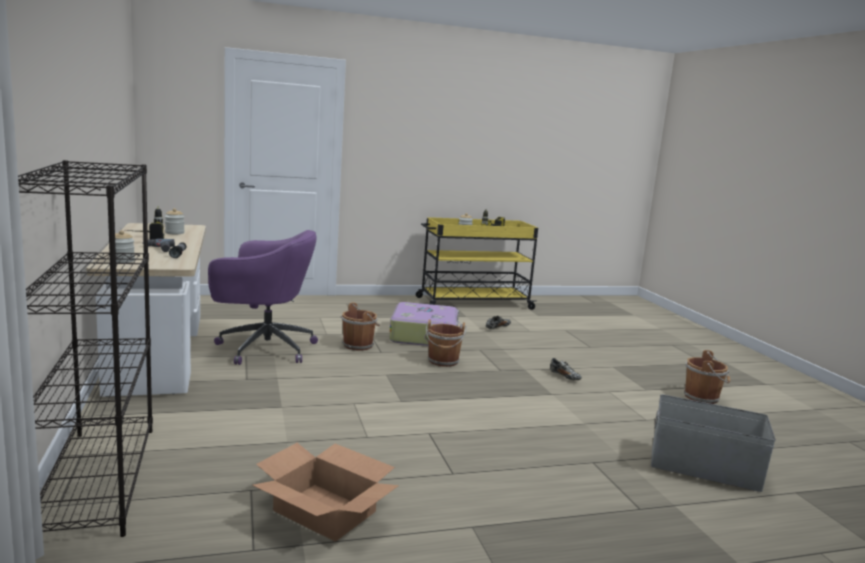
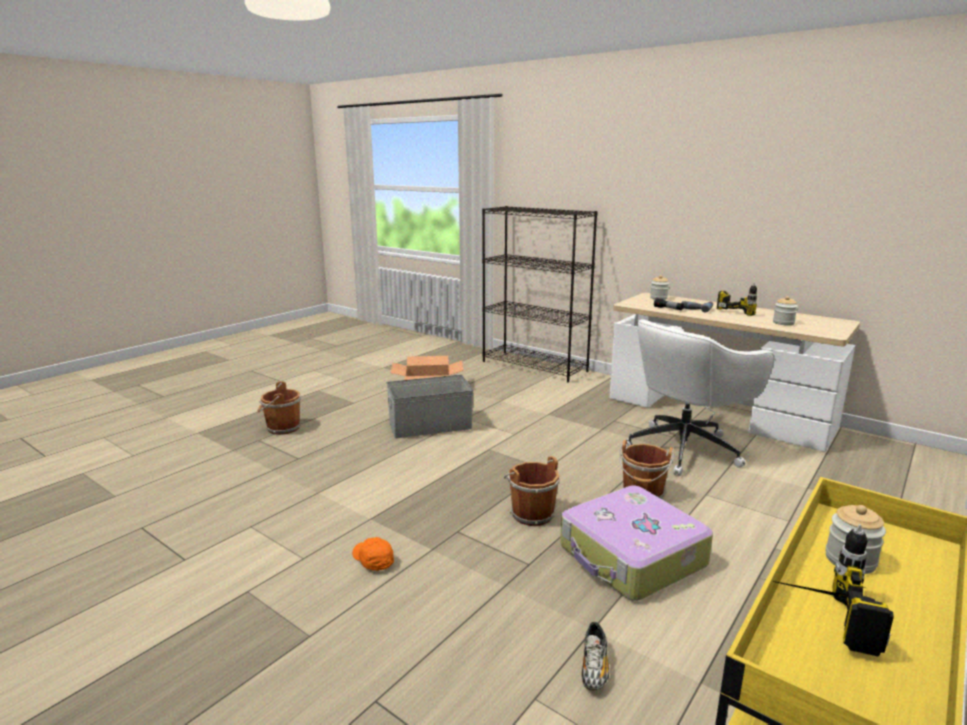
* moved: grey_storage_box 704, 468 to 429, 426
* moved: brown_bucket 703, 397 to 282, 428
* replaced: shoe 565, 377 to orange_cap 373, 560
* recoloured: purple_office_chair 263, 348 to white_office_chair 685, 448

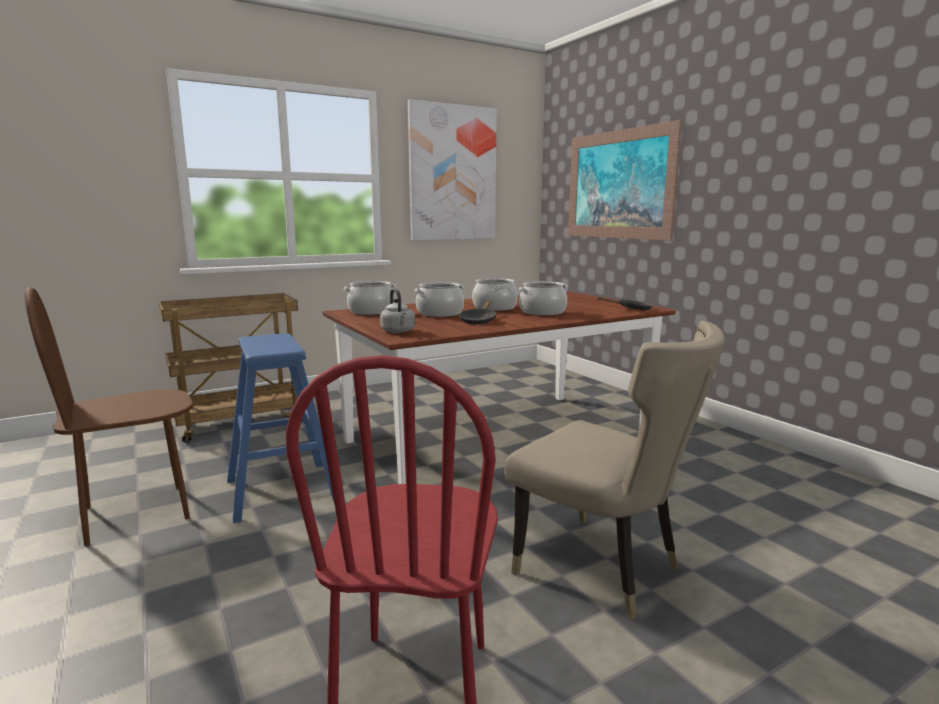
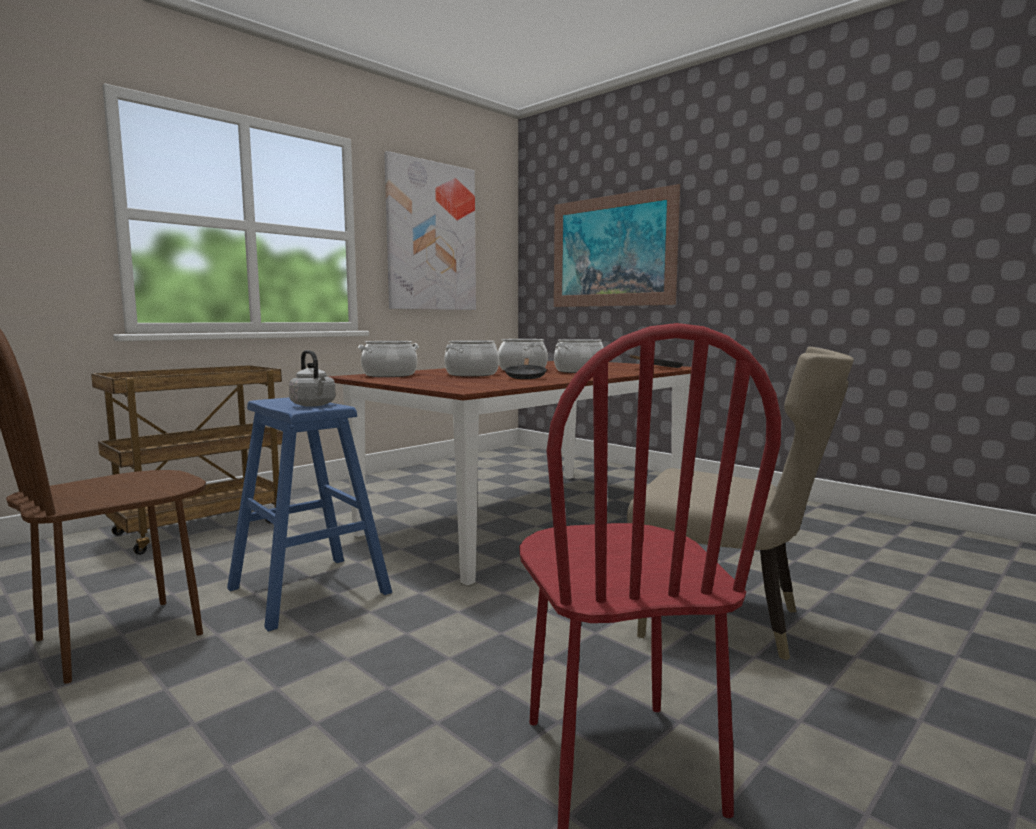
* moved: grey_kettle 398, 332 to 314, 405

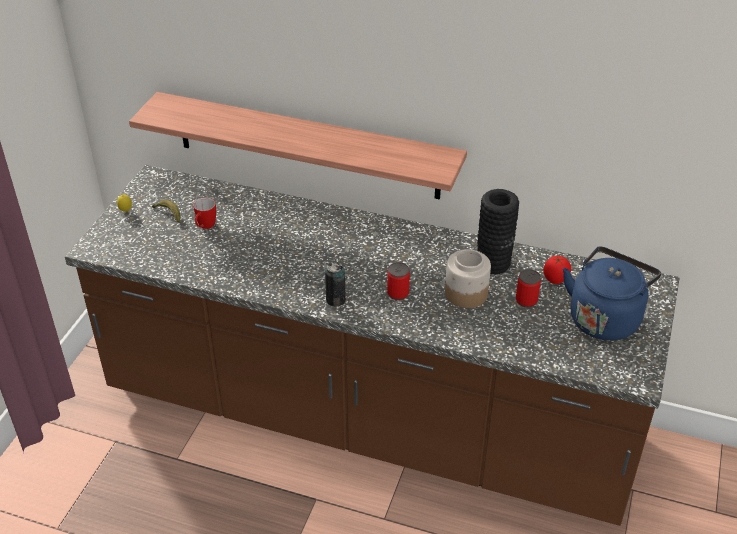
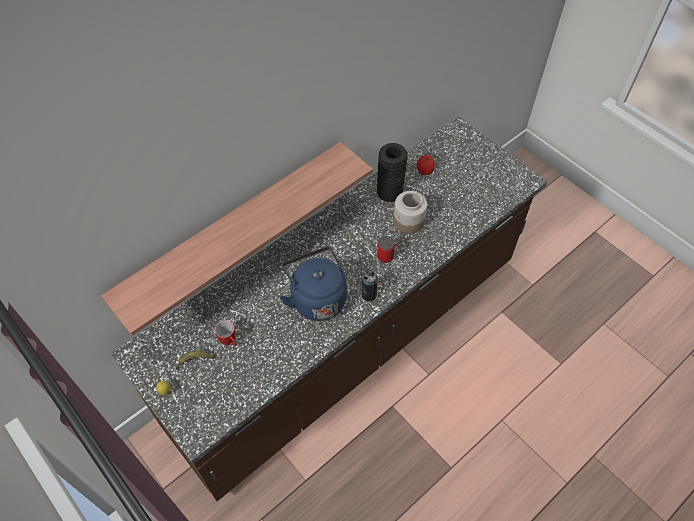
* removed: can 526, 300
* moved: blue_kettle 605, 317 to 316, 298

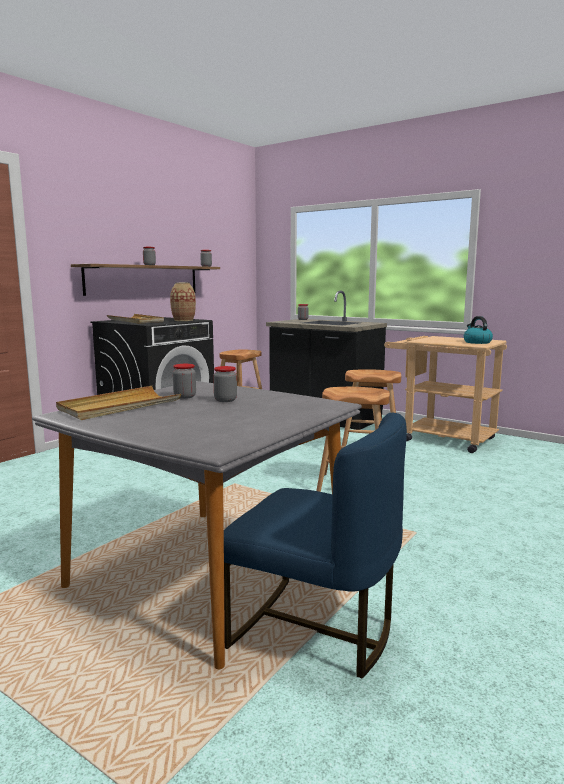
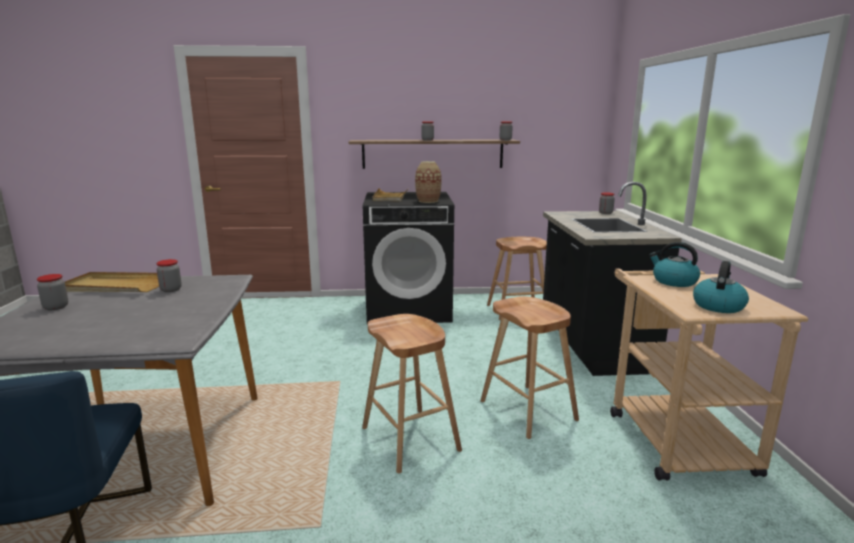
* added: kettle 673, 281
* moved: jar 225, 400 to 56, 307

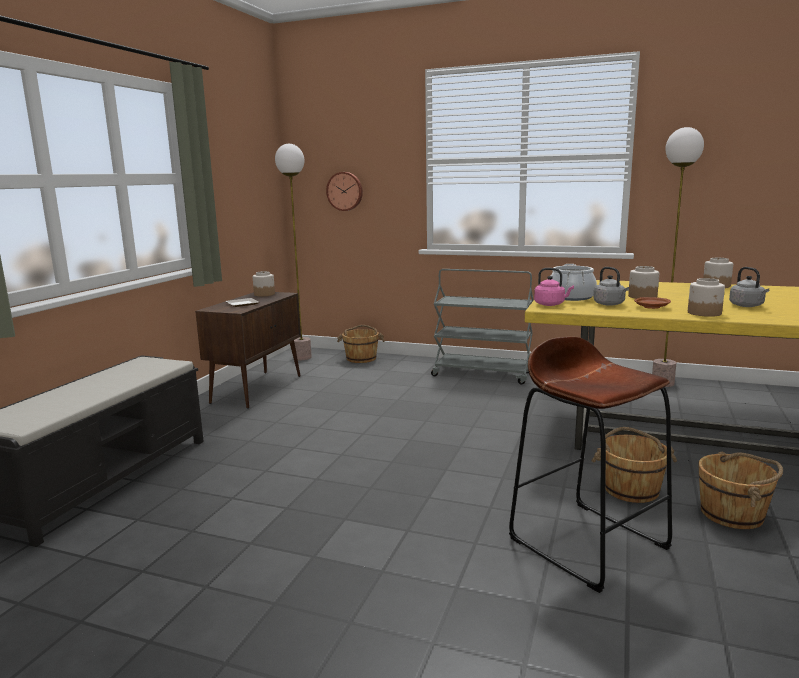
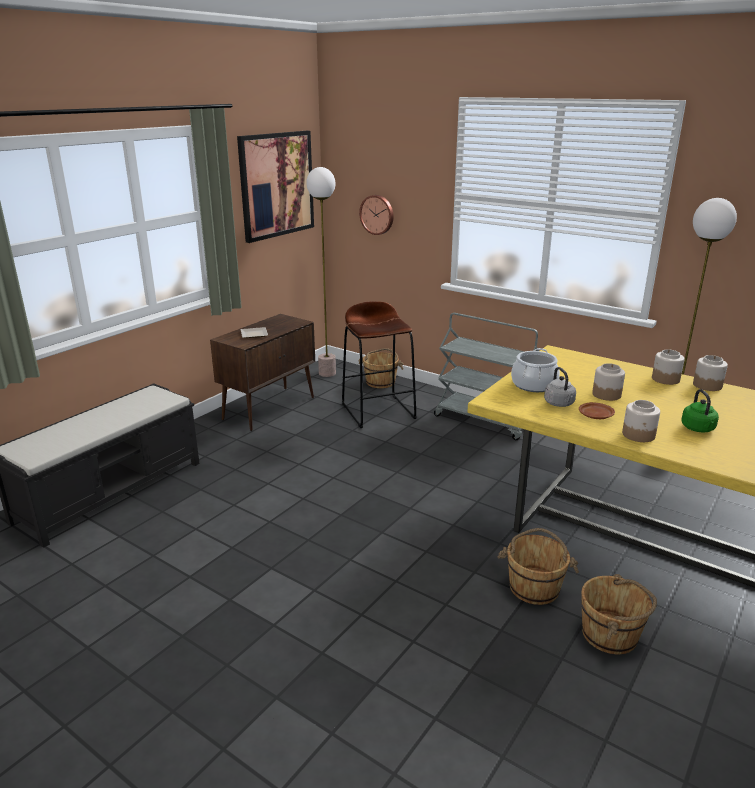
* removed: pink_kettle 551, 304
* added: picture 276, 185
* moved: jar 264, 294 to 665, 379
* moved: brown_stool 588, 543 to 378, 411
* recoloured: grey_kettle 747, 306 to green_kettle 698, 429

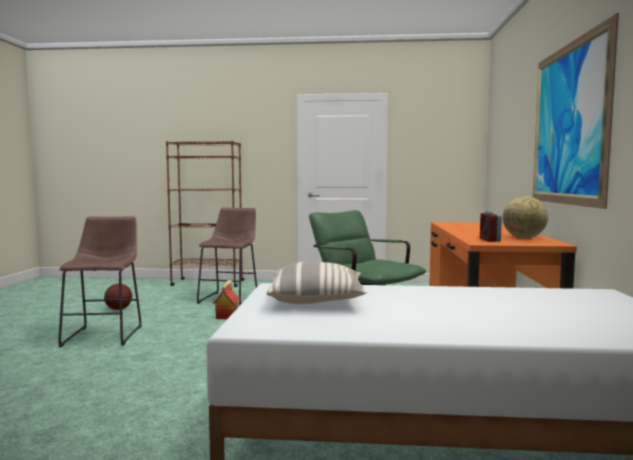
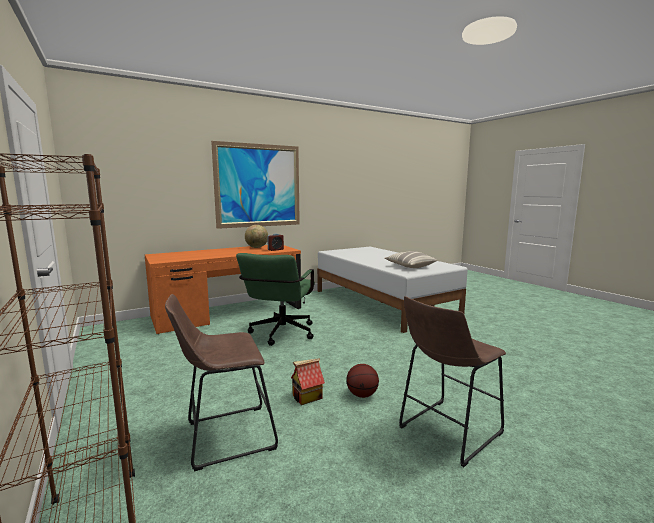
* moved: basketball 118, 309 to 362, 395

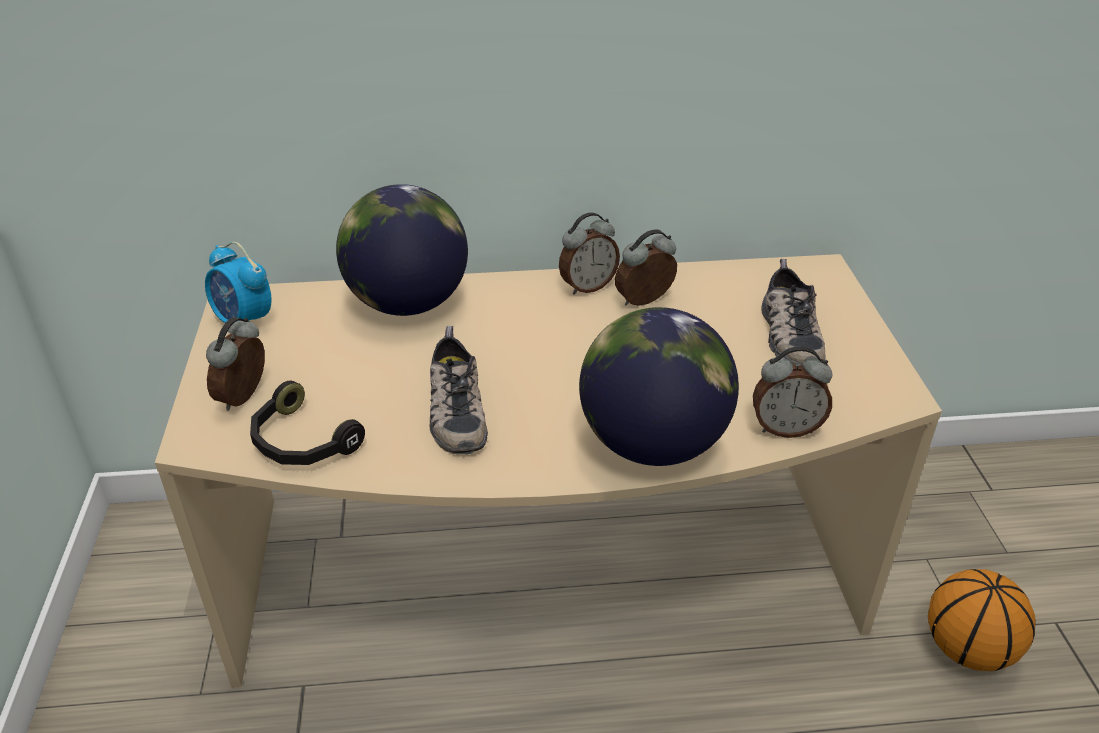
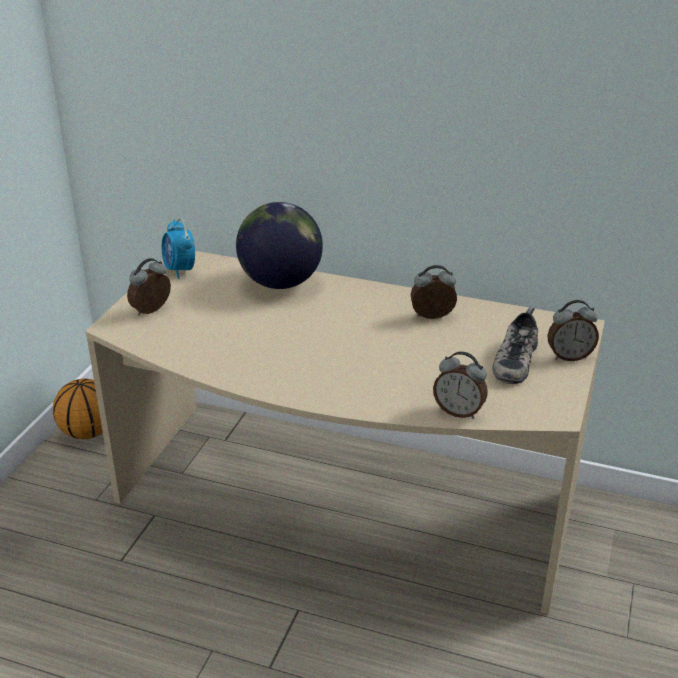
* removed: black_headphones 301, 442
* removed: shoe 454, 410
* removed: globe 652, 444
* moved: alarm_clock 587, 286 to 569, 356
* moved: basketball 969, 650 to 88, 433

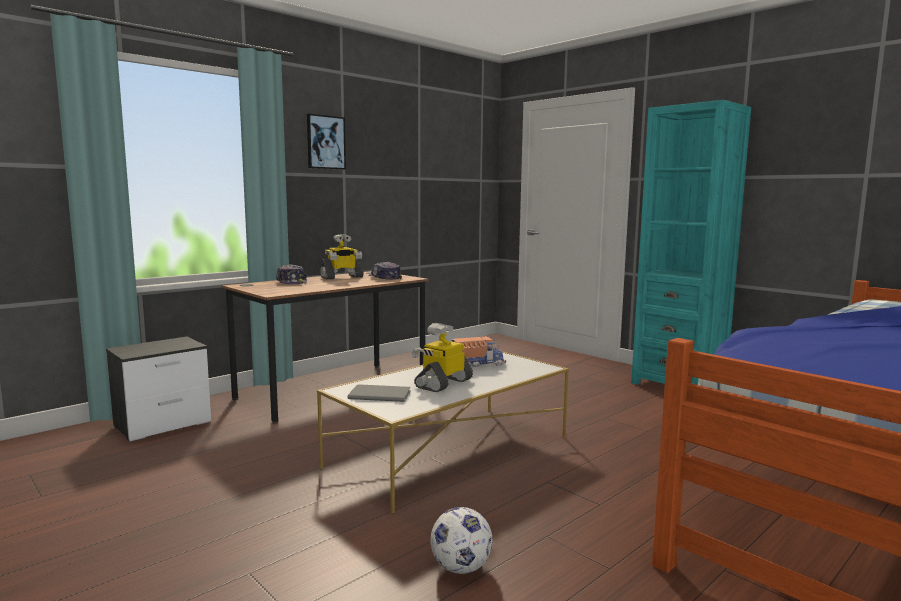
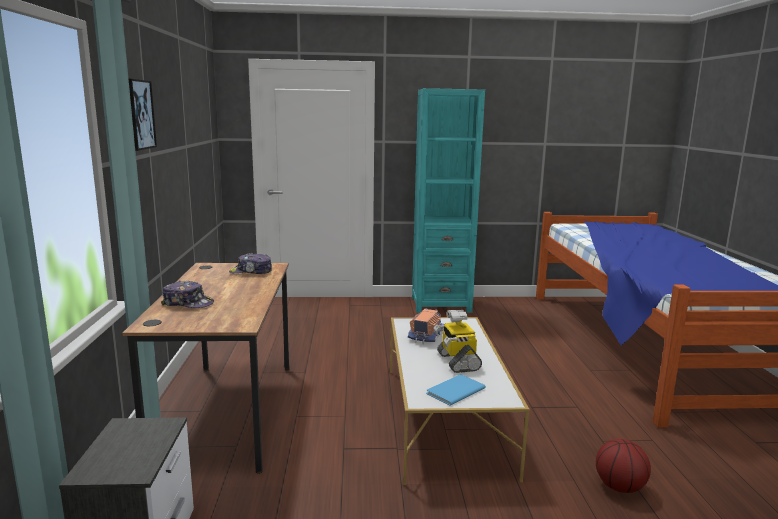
* removed: toy_robot 341, 277
* replaced: football 461, 568 to basketball 620, 487
* recoloured: grey_book 378, 394 to blue_book 453, 391

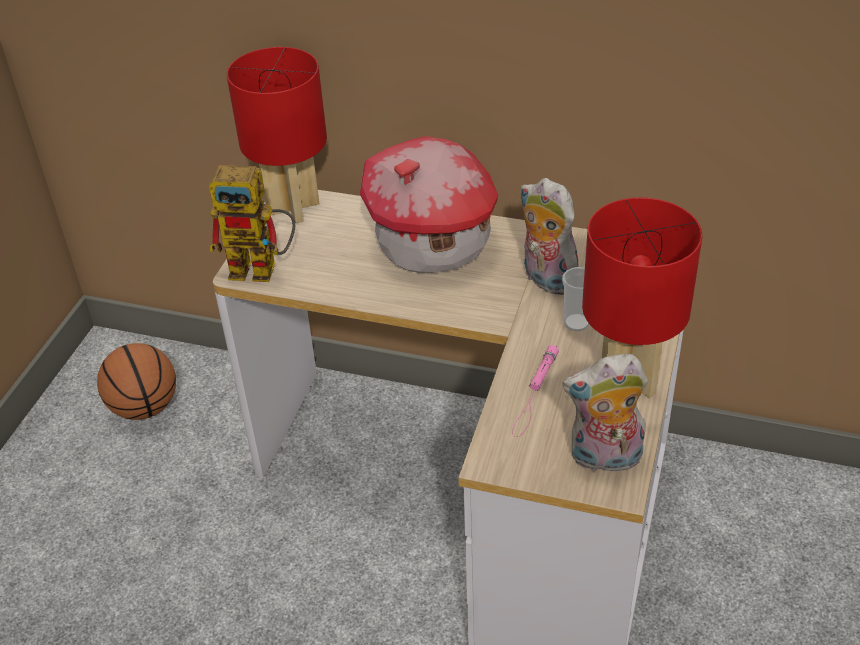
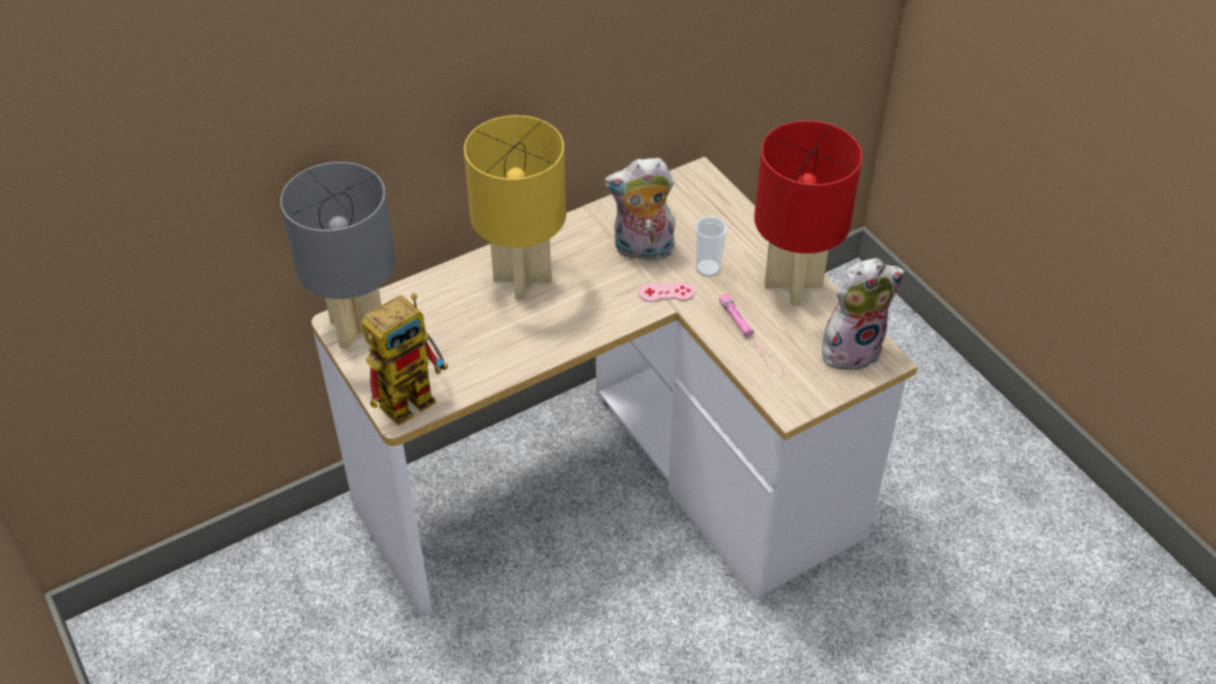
* removed: basketball 145, 407
* added: pink_game_controller 666, 292
* replaced: toy_house 433, 244 to yellow_table_lamp 523, 280
* recoloured: red_table_lamp 294, 207 to grey_table_lamp 358, 327
* turned: plush_toy 604, 459 = 851, 348 150 degrees counterclockwise

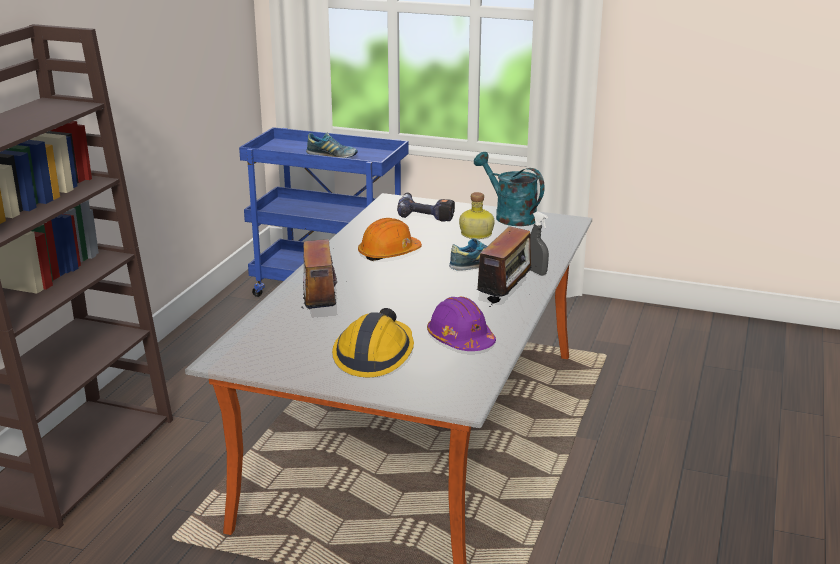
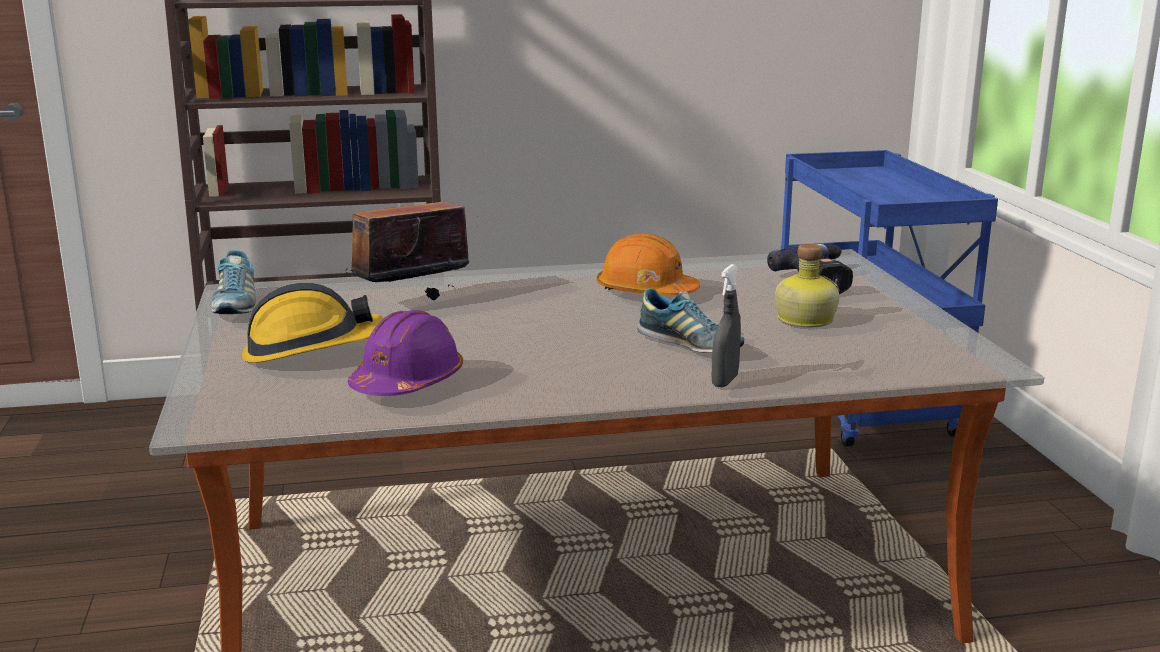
* removed: turquoise_watering_can 509, 216
* removed: radio 505, 299
* moved: shoe 332, 156 to 235, 306

